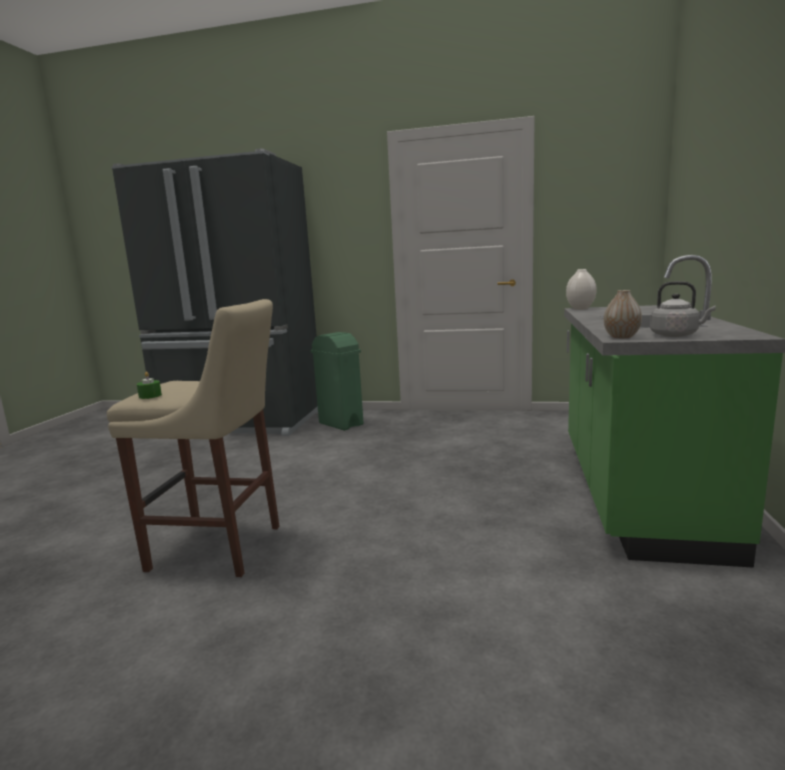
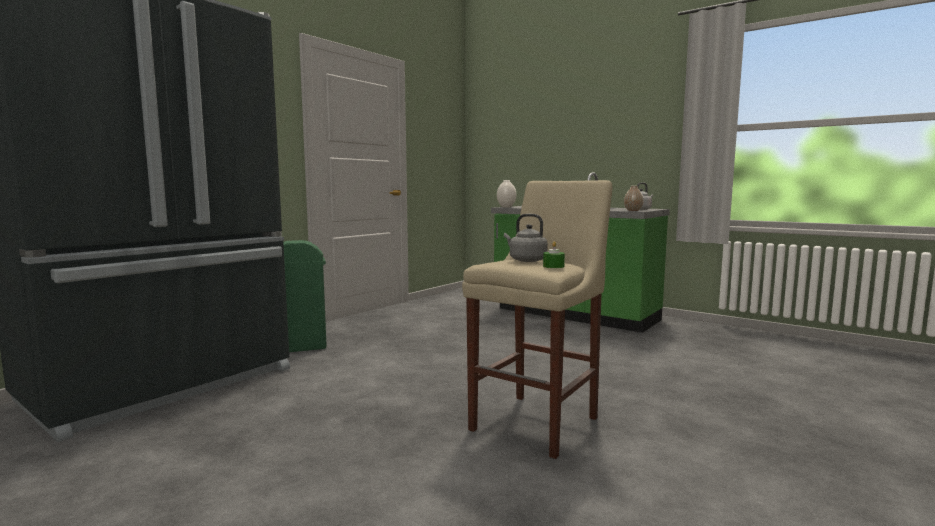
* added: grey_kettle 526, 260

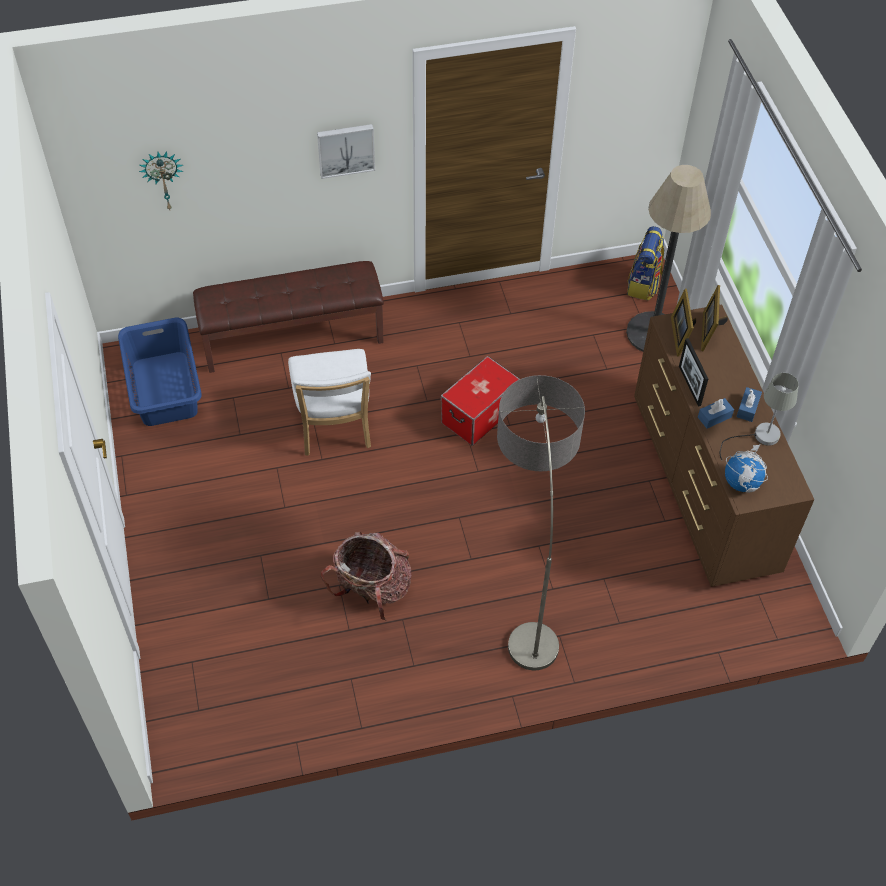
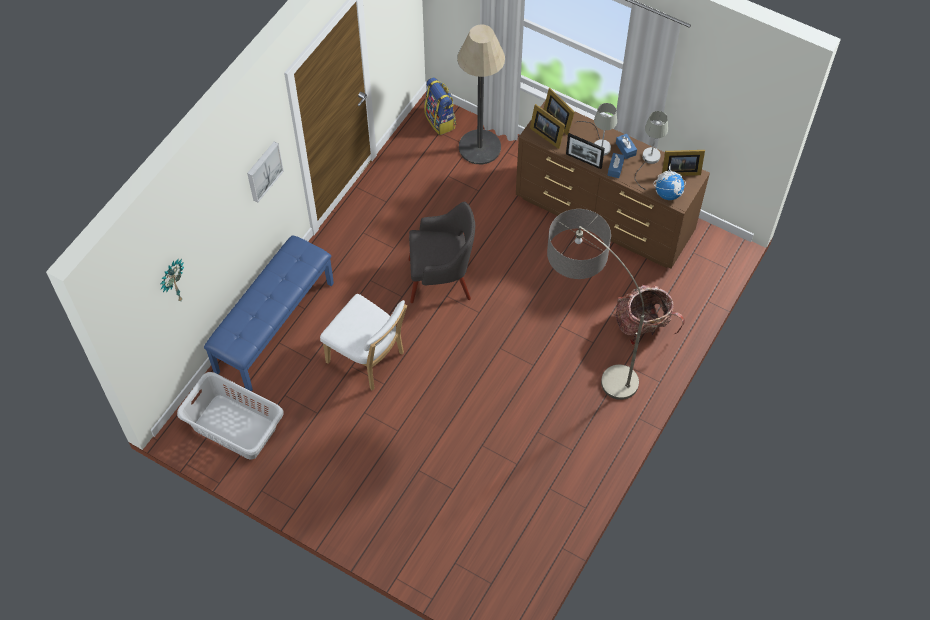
* added: grey_table_lamp 599, 144
* added: picture_frame 679, 171
* moved: backpack 372, 590 to 643, 327
* replaced: storage_box 479, 415 to grey_armchair 441, 279
* recoloured: blue_laundry_basket 165, 388 to grey_laundry_basket 235, 426
* recoloured: brown_bench 293, 337 to blue_bench 274, 326

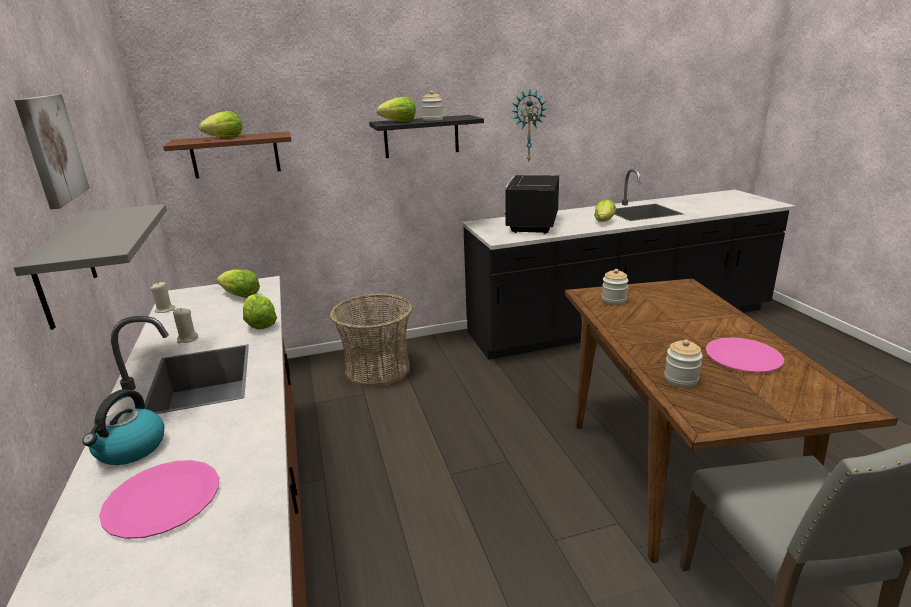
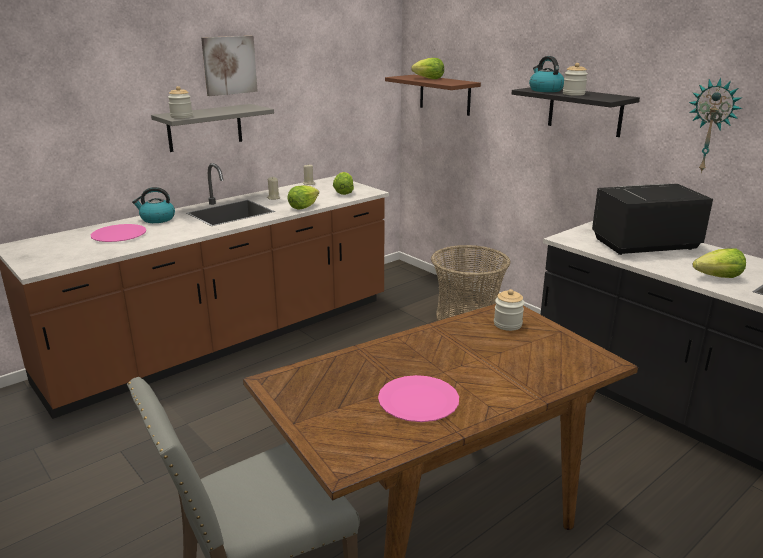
* moved: jar 681, 379 to 181, 116
* replaced: lettuce 399, 122 to kettle 545, 90

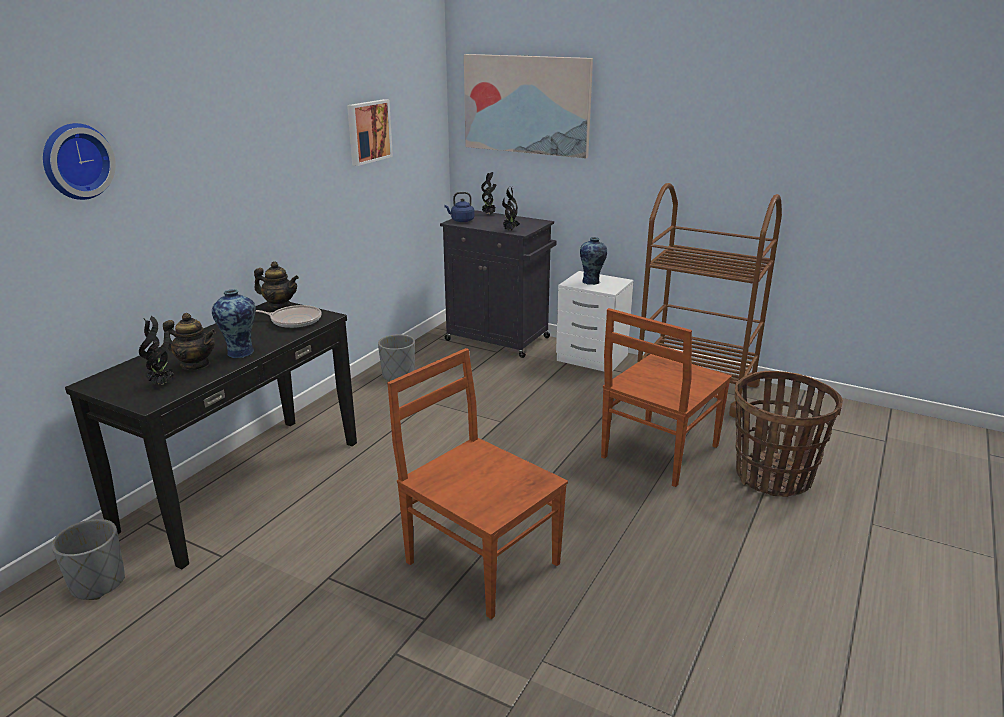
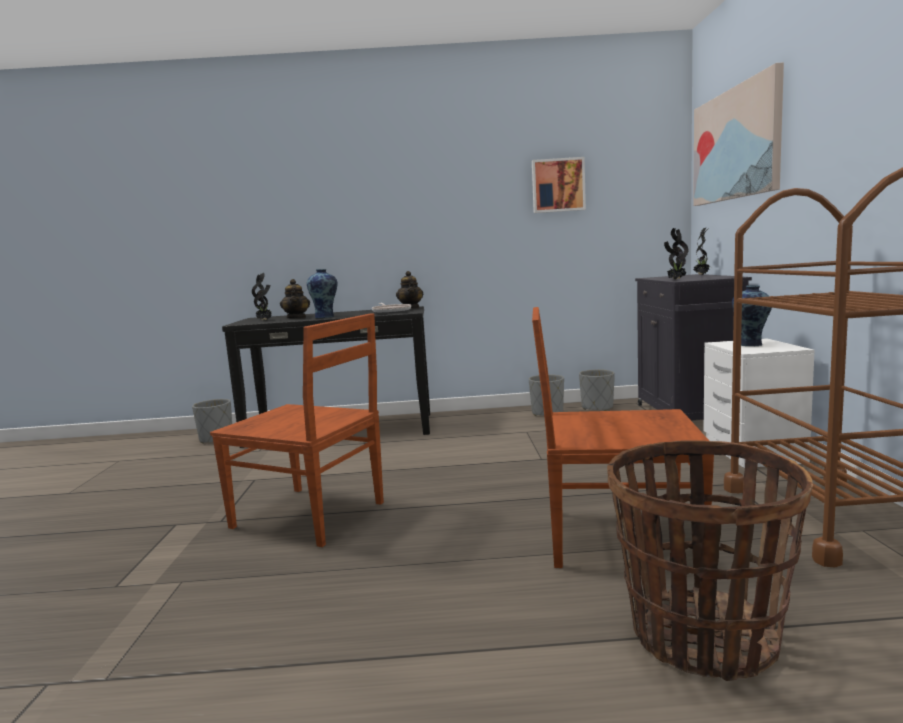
* removed: wall_clock 75, 161
* removed: blue_kettle 461, 220
* added: grey_planter 597, 407
* turned: brown_chair 480, 561 = 311, 516 105 degrees clockwise

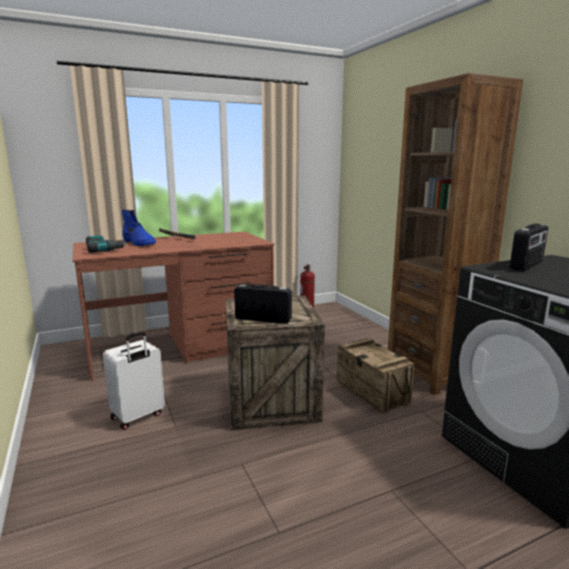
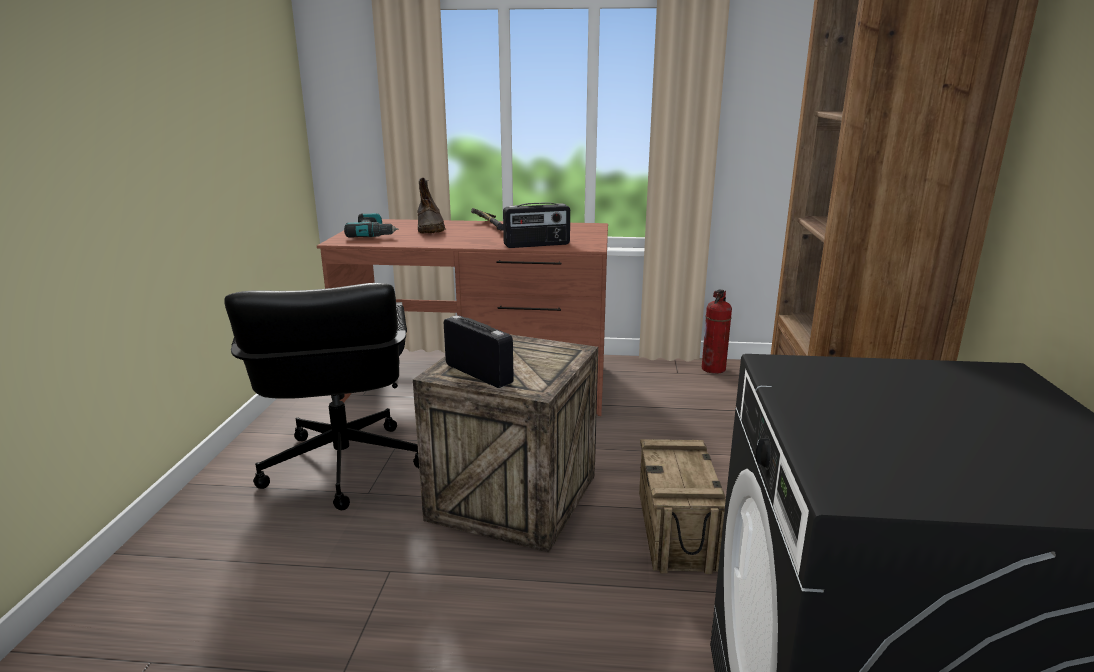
* moved: radio 527, 265 to 537, 245
* replaced: white_suitcase 138, 417 to black_office_chair 342, 466
* recoloured: blue_boot 139, 243 to brown_boot 430, 229

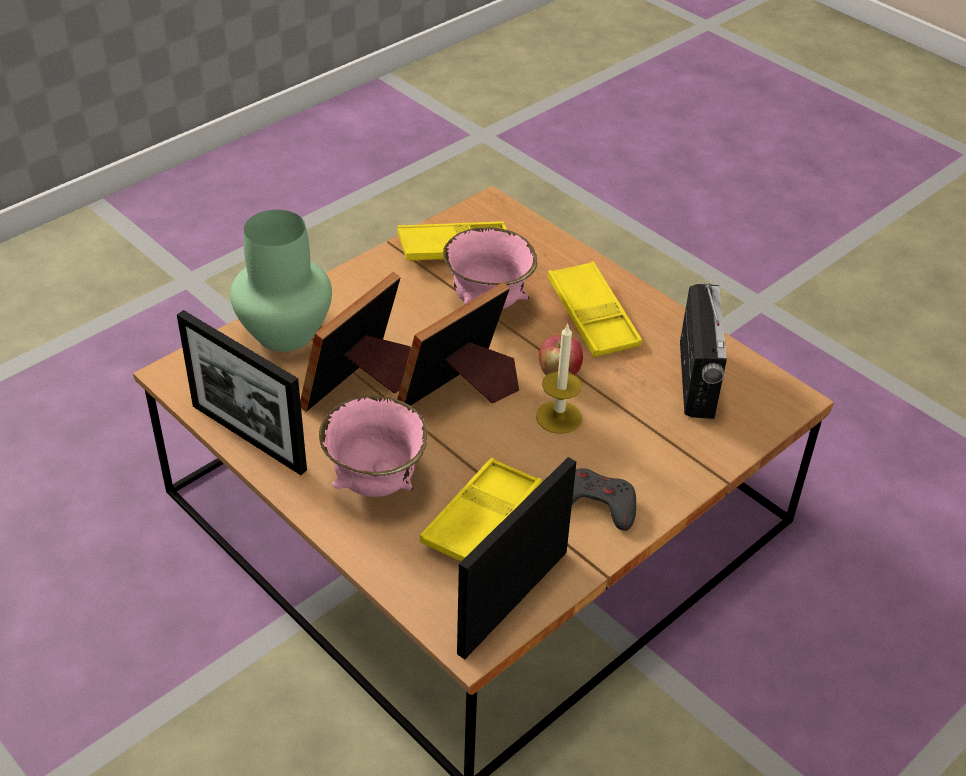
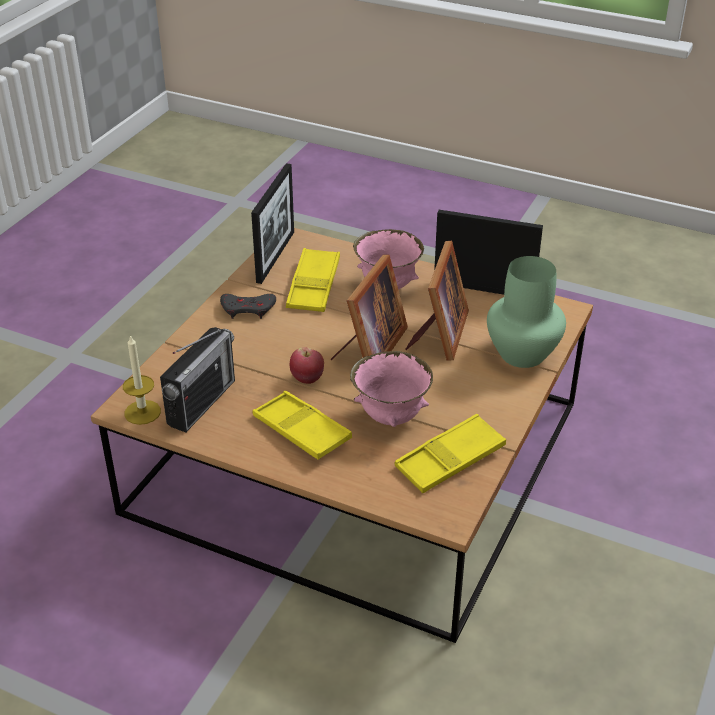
* moved: candle 559, 417 to 142, 412
* turned: radio 696, 379 = 201, 402 135 degrees counterclockwise

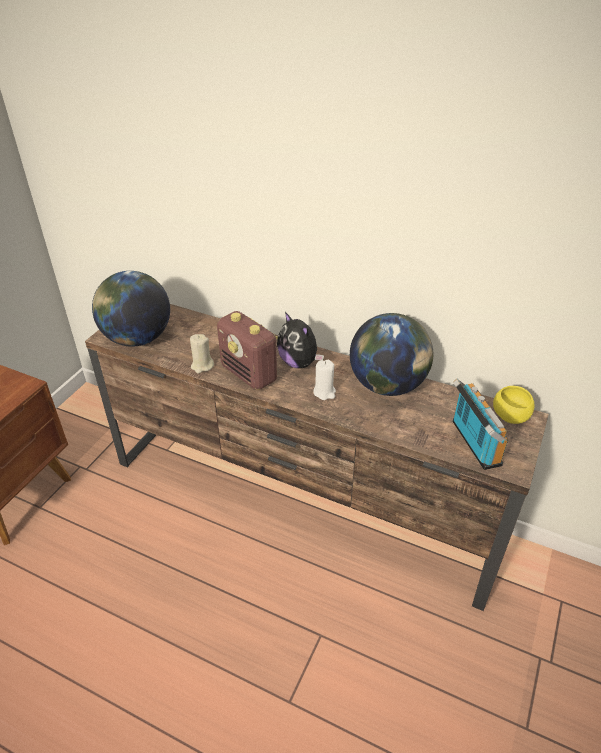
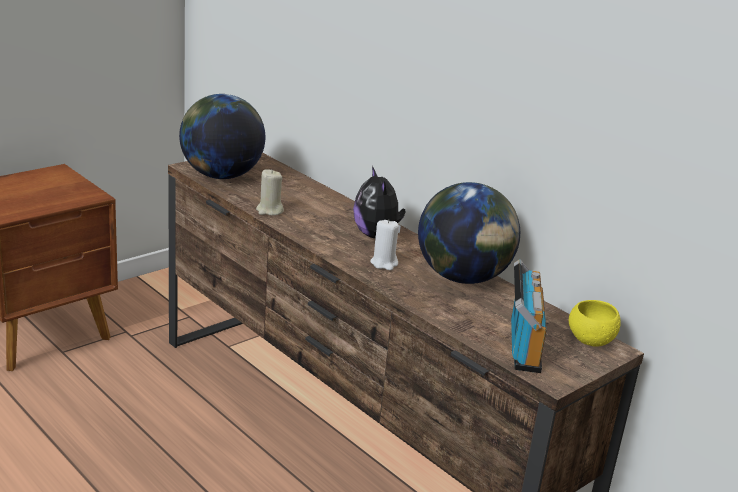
* removed: radio 249, 374

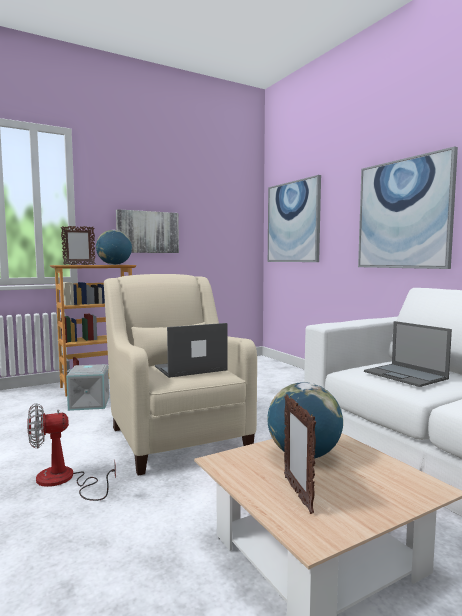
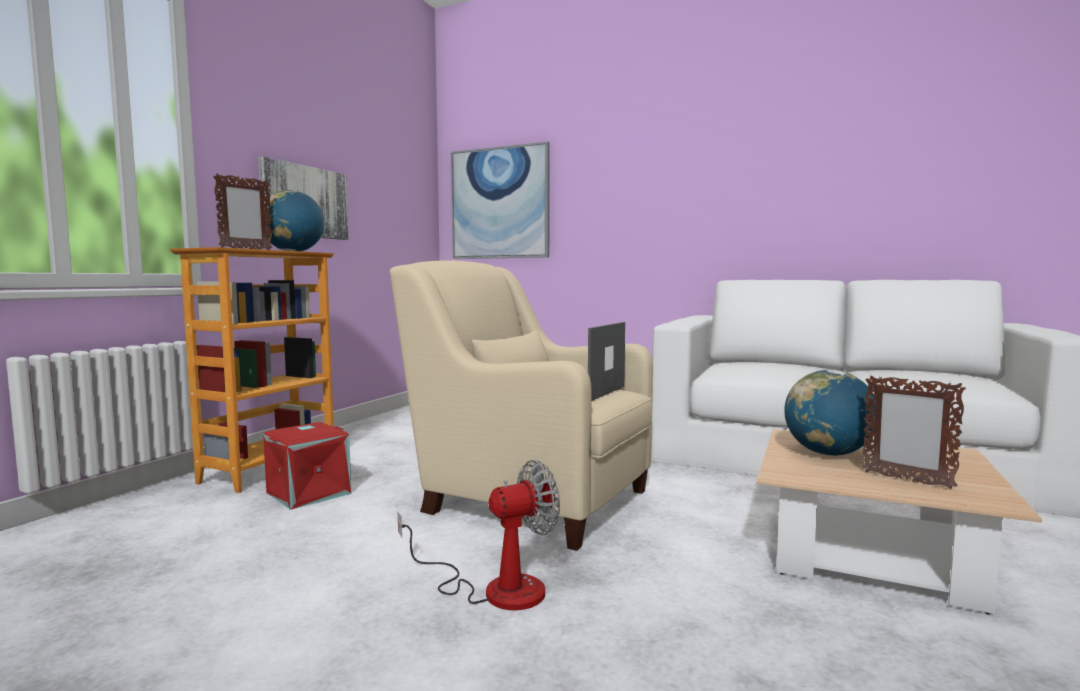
* removed: picture 403, 214
* removed: laptop 406, 375
* recoloured: grey_storage_box 89, 403 to red_storage_box 308, 492
* turned: fan 64, 481 = 495, 588 150 degrees counterclockwise

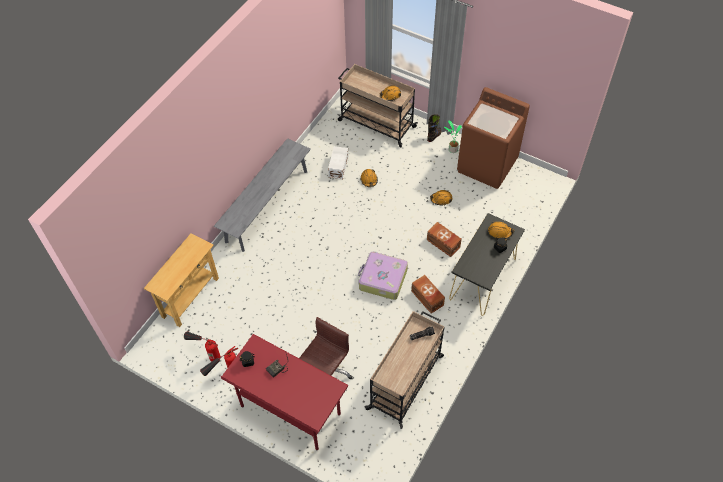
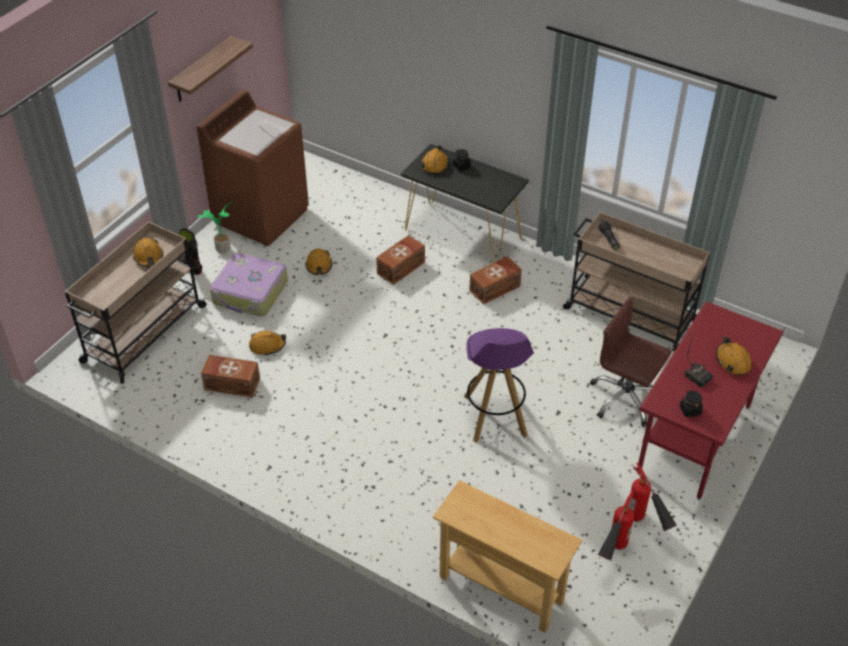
* removed: grey_bench 267, 205
* added: shelf 202, 70
* added: purple_stool 495, 416
* added: orange_hard_hat 732, 361
* moved: suitcase 382, 279 to 250, 293
* recoloured: white_storage_box 339, 167 to brown_storage_box 231, 383

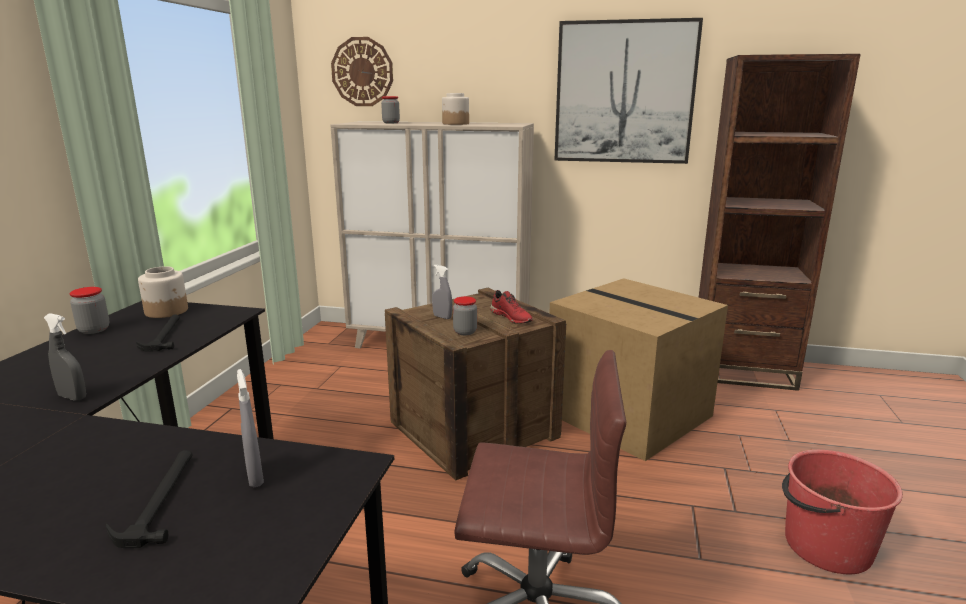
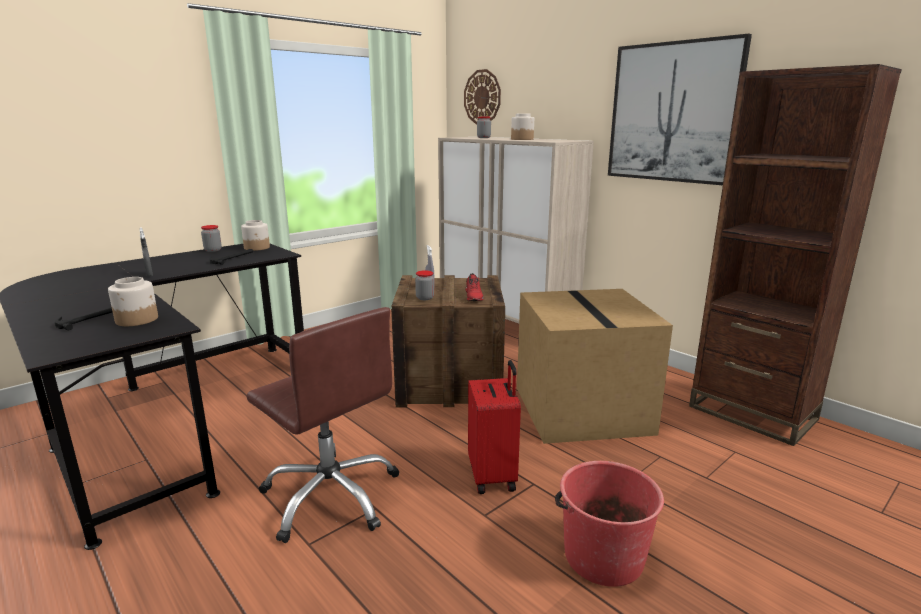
* added: red_suitcase 493, 476
* replaced: grey_spray_bottle 255, 477 to jar 137, 319

